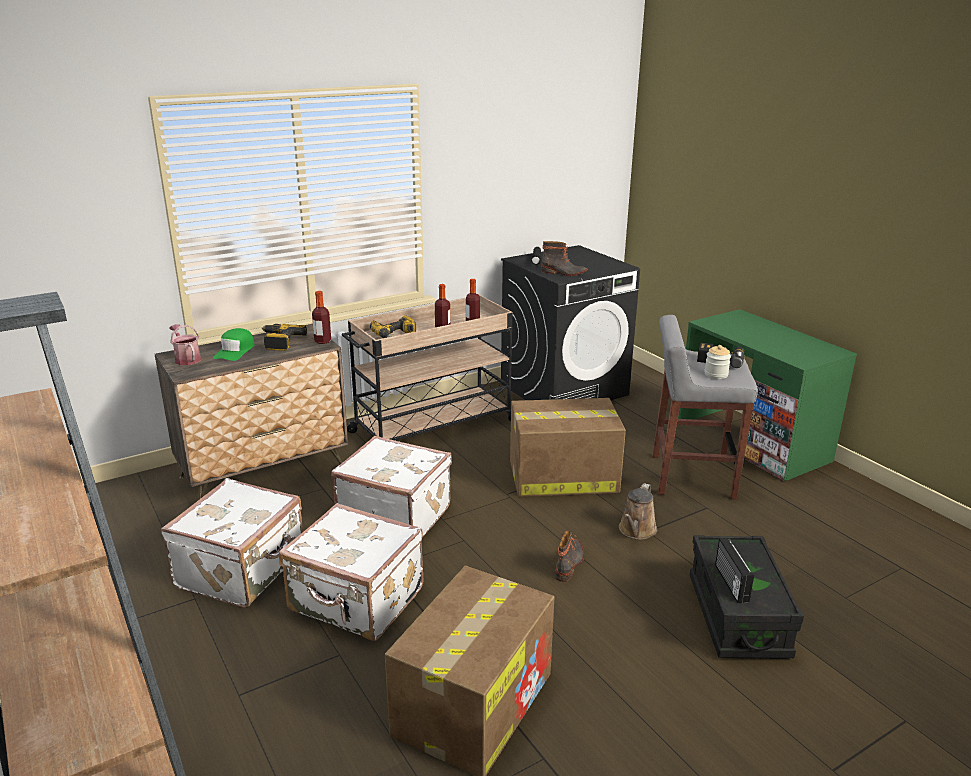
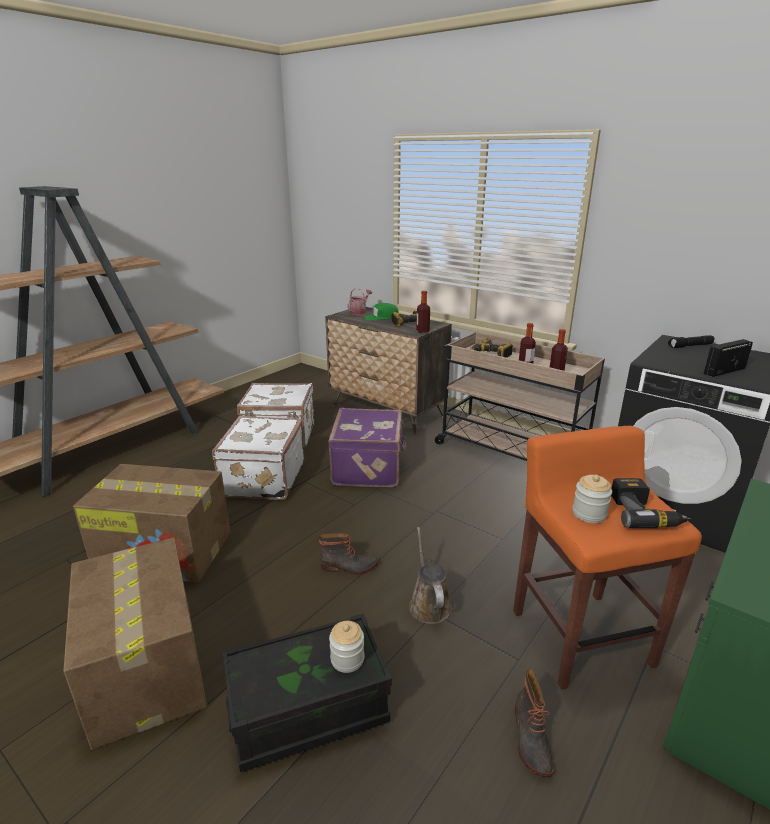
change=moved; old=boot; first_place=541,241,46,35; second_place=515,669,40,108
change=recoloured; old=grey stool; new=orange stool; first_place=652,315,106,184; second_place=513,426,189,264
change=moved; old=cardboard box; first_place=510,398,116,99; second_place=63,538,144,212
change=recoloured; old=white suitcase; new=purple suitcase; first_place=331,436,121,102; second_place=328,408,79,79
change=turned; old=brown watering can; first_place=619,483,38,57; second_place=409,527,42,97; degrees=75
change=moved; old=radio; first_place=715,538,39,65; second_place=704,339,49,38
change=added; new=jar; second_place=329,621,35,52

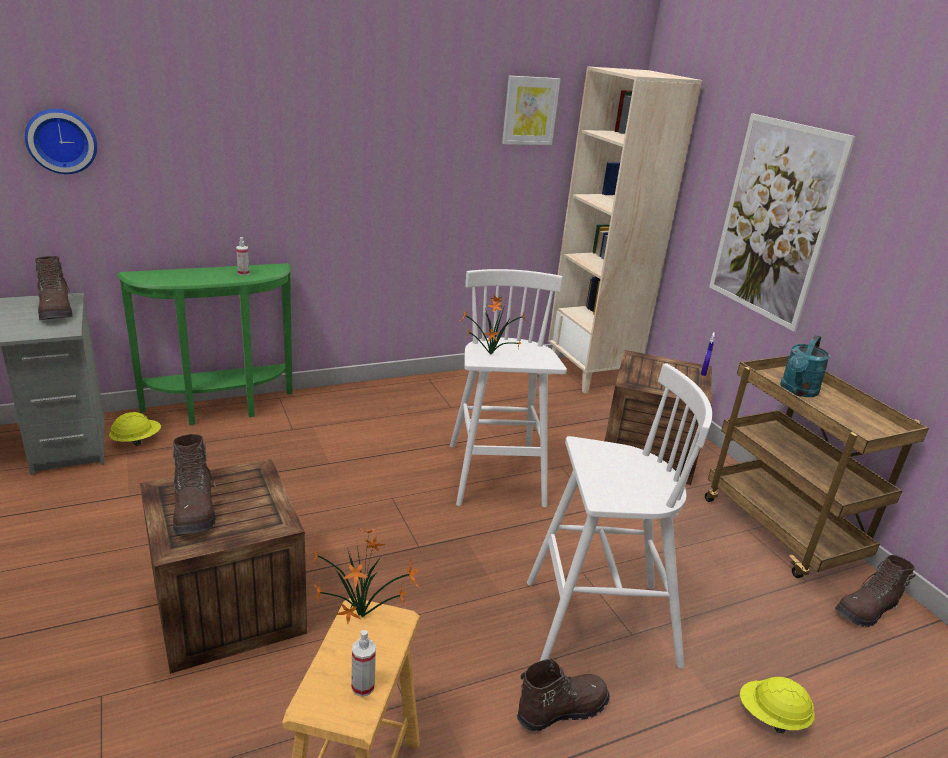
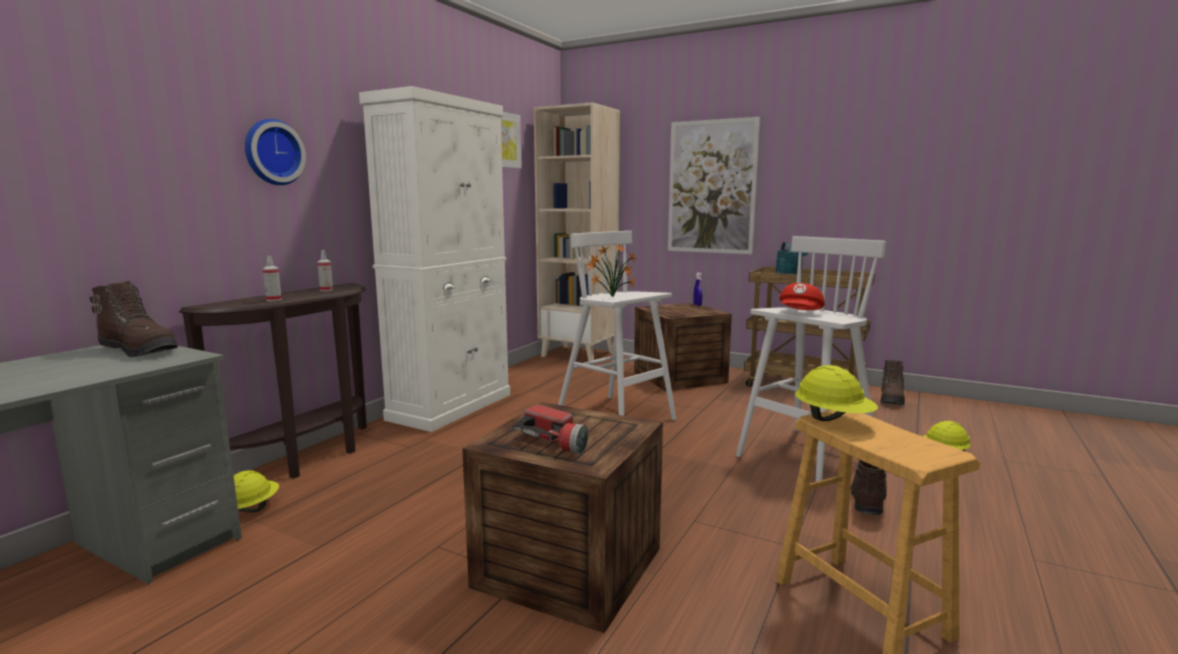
change=moved; old=wall clock; first_place=25,109,72,65; second_place=245,119,61,66
change=recoloured; old=green console table; new=brown console table; first_place=116,263,177,162; second_place=179,283,188,196
change=replaced; old=brown boot; new=flashlight; first_place=173,434,43,101; second_place=513,405,75,49
change=replaced; old=potted plant; new=yellow hard hat; first_place=310,528,110,97; second_place=795,365,83,56
change=moved; old=spray bottle; first_place=351,630,25,67; second_place=263,256,19,45
change=added; new=white cabinet; second_place=359,86,151,346
change=added; new=red cap; second_place=779,283,46,27

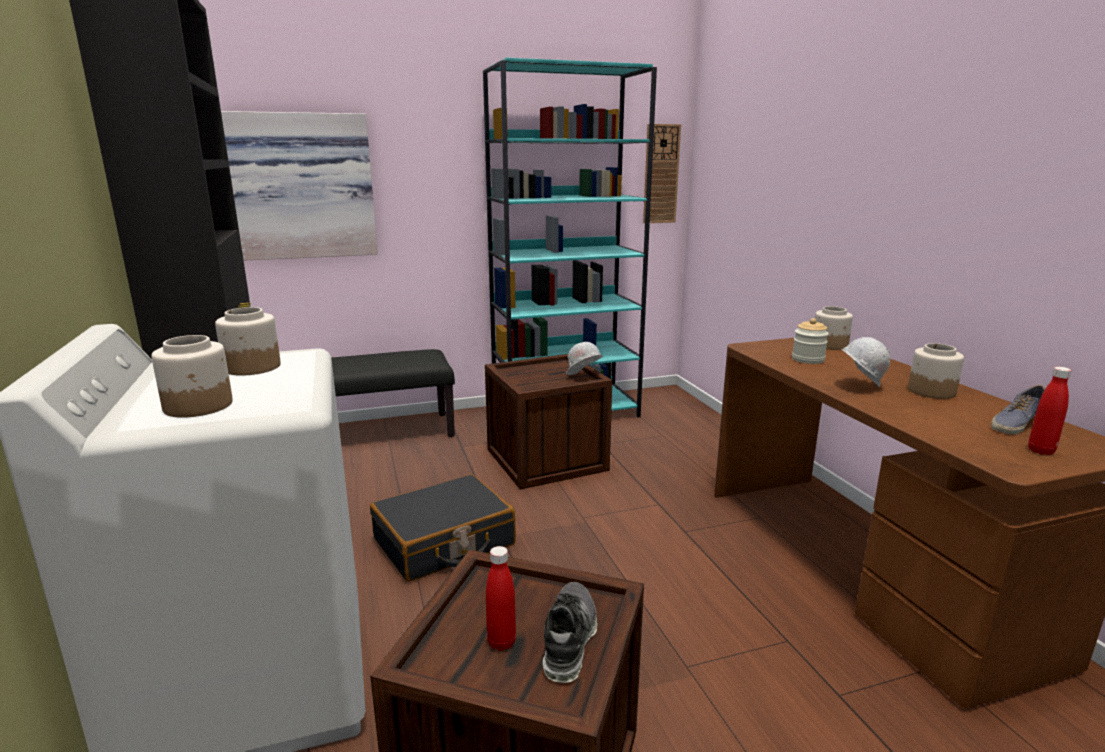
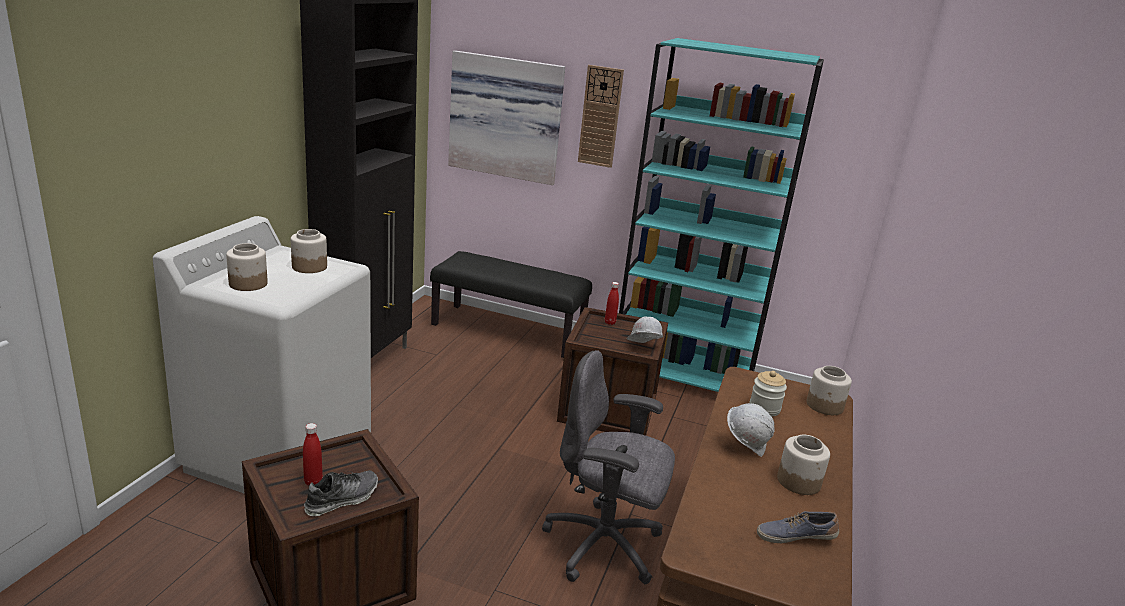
change=moved; old=wall clock; first_place=643,124,38,99; second_place=578,65,46,103
change=moved; old=red bottle; first_place=1028,367,44,88; second_place=605,282,14,43
change=removed; old=black suitcase; first_place=370,474,146,108
change=added; new=grey office chair; second_place=542,350,133,234

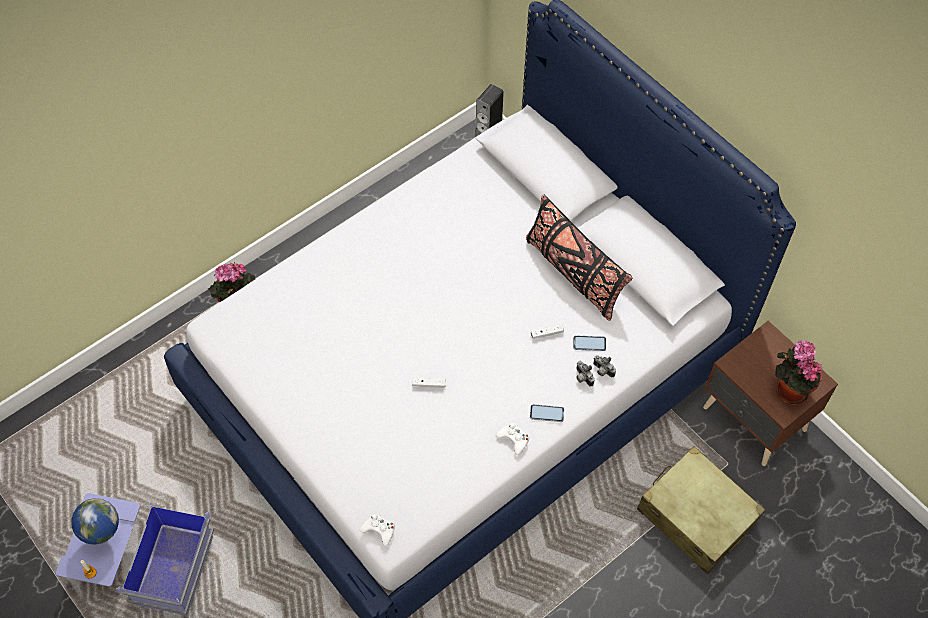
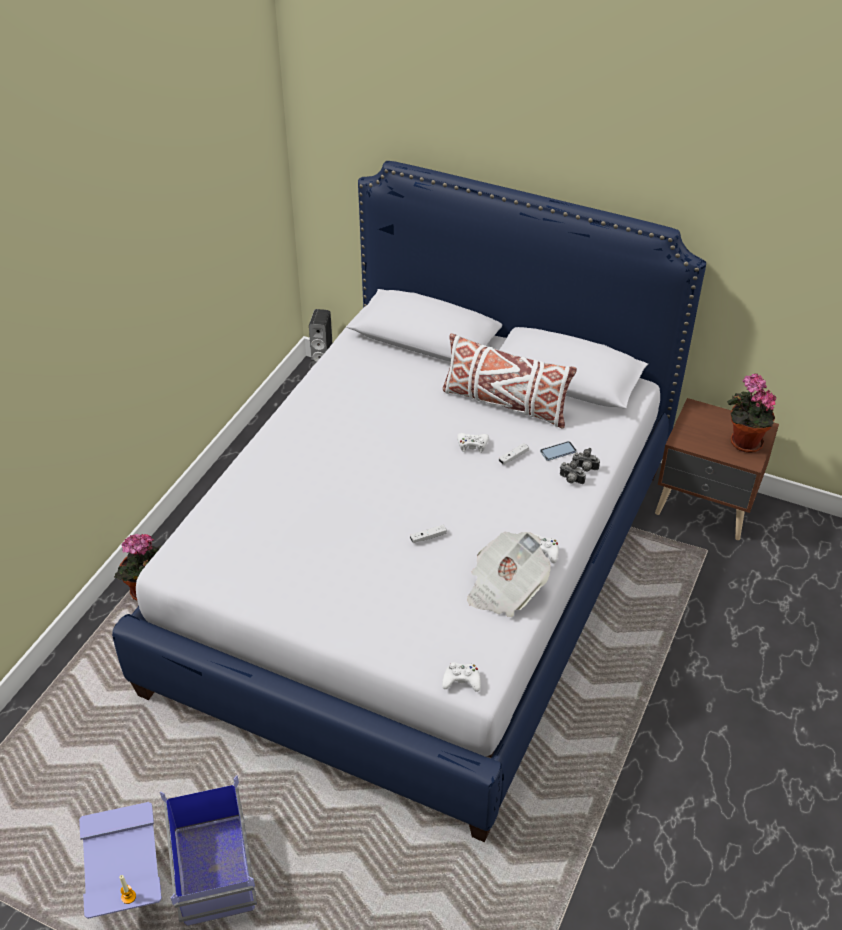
change=recoloured; old=black pillow; new=white pillow; first_place=526,194,106,127; second_place=443,333,134,96
change=removed; old=phone; first_place=530,404,34,18
change=removed; old=beige suitcase; first_place=637,446,128,128
change=removed; old=globe; first_place=71,498,48,47
change=added; new=white game controller; second_place=457,433,32,20
change=added; new=newspaper; second_place=467,531,84,86

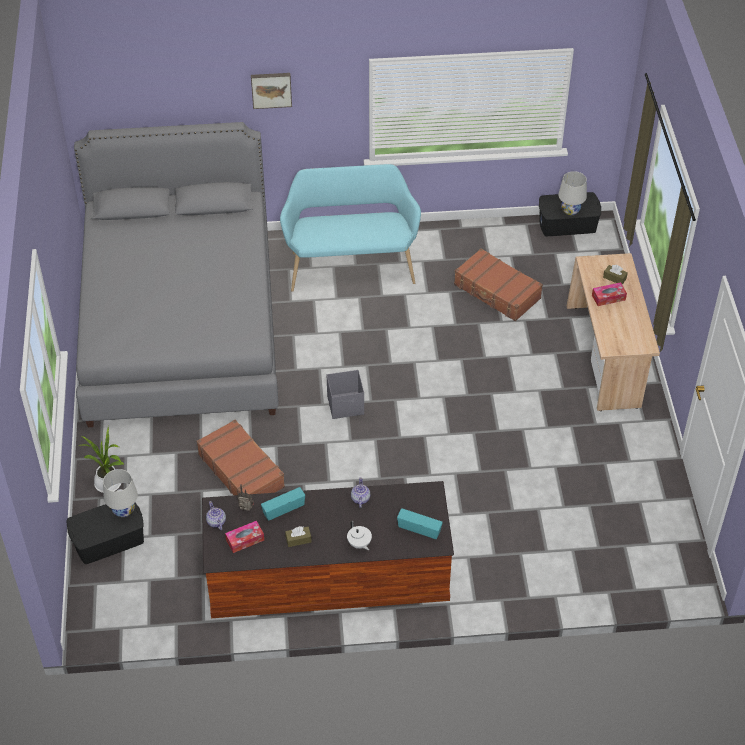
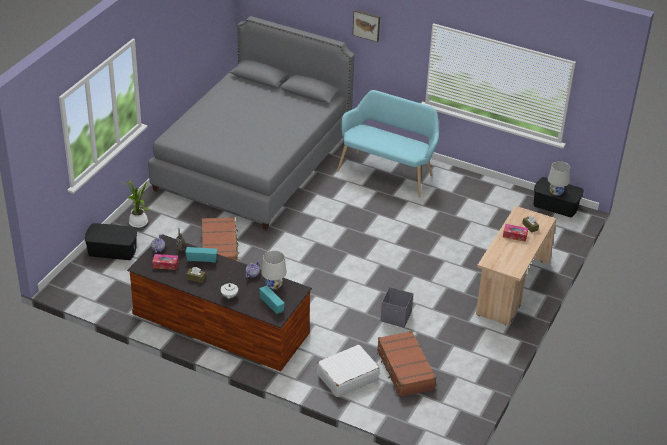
change=moved; old=brown suitcase; first_place=454,248,89,73; second_place=377,331,59,66
change=moved; old=grey storage box; first_place=327,370,37,49; second_place=380,287,33,41
change=moved; old=white table lamp; first_place=103,469,35,48; second_place=261,250,26,40
change=added; new=white suitcase; second_place=317,345,63,52

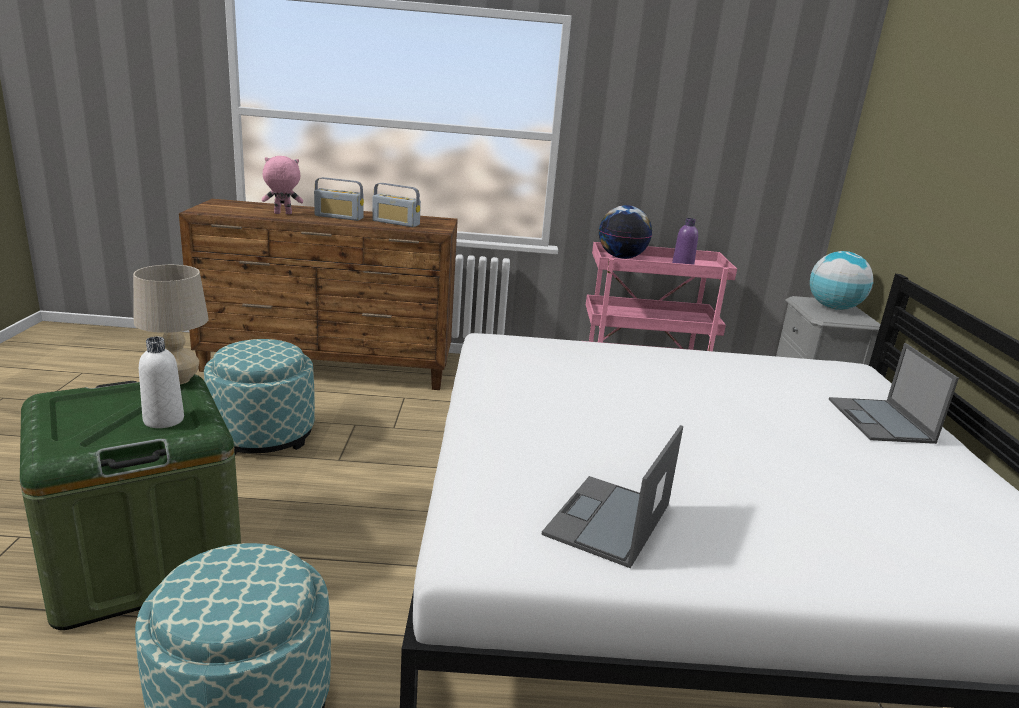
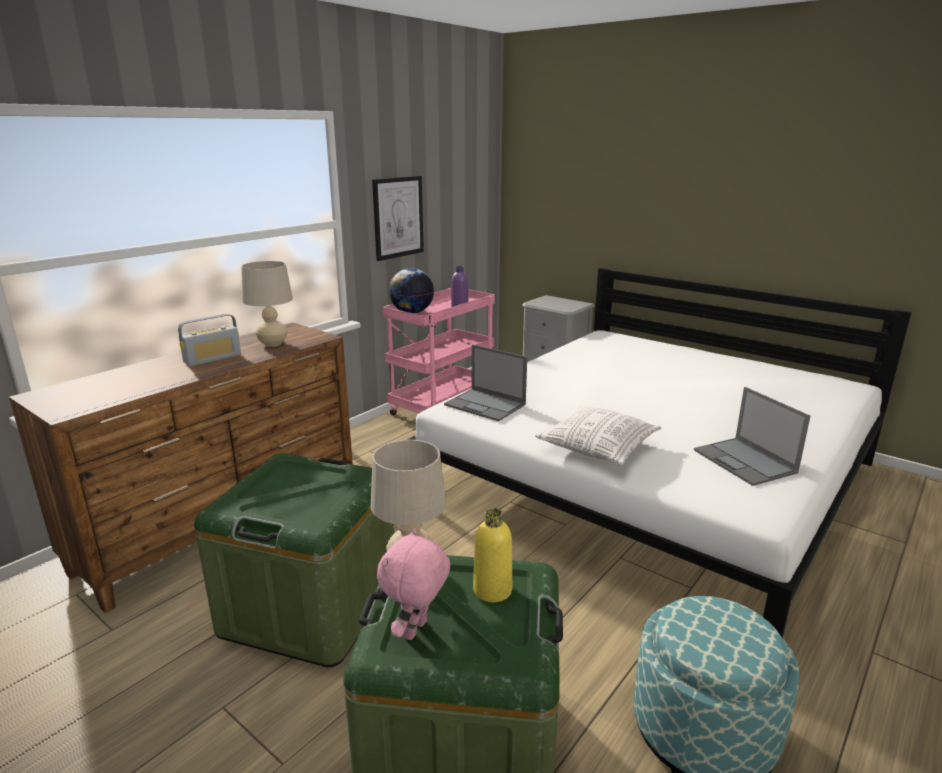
change=moved; old=pink plush toy; first_place=262,156,41,58; second_place=377,528,73,112
change=replaced; old=radio; new=beige table lamp; first_place=372,183,49,44; second_place=241,261,52,86
change=removed; old=globe; first_place=810,251,63,59
change=recoloured; old=white bottle; new=yellow bottle; first_place=139,337,45,91; second_place=473,508,39,94
change=replaced; old=ottoman; new=green storage box; first_place=204,339,111,116; second_place=194,453,199,214
change=moved; old=laptop; first_place=829,343,130,101; second_place=444,344,83,77
change=added; new=picture; second_place=372,176,52,85
change=added; new=pillow; second_place=535,405,126,60

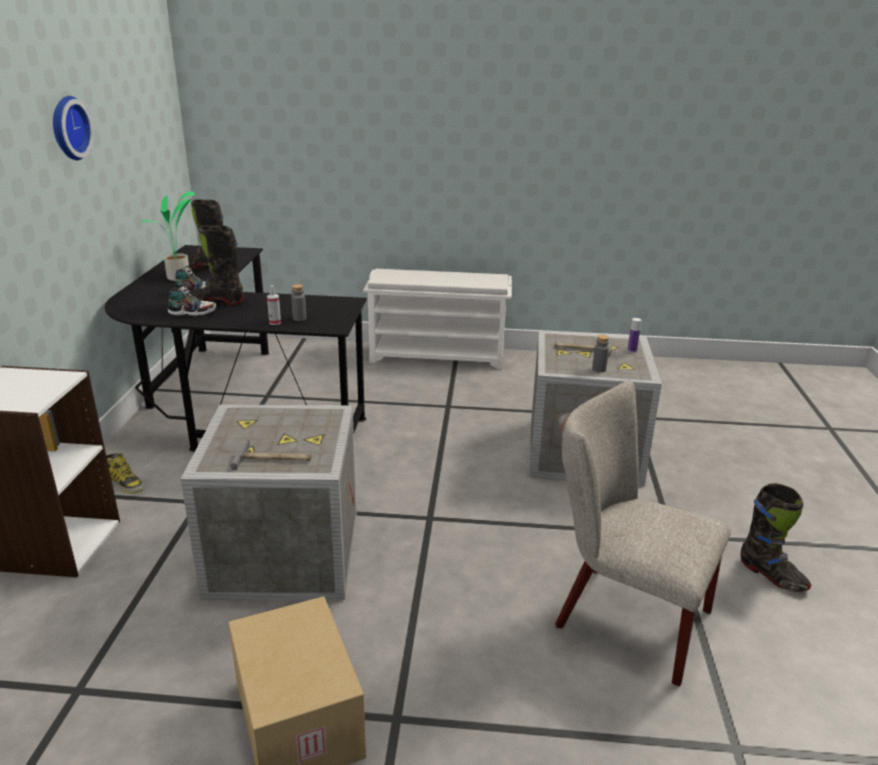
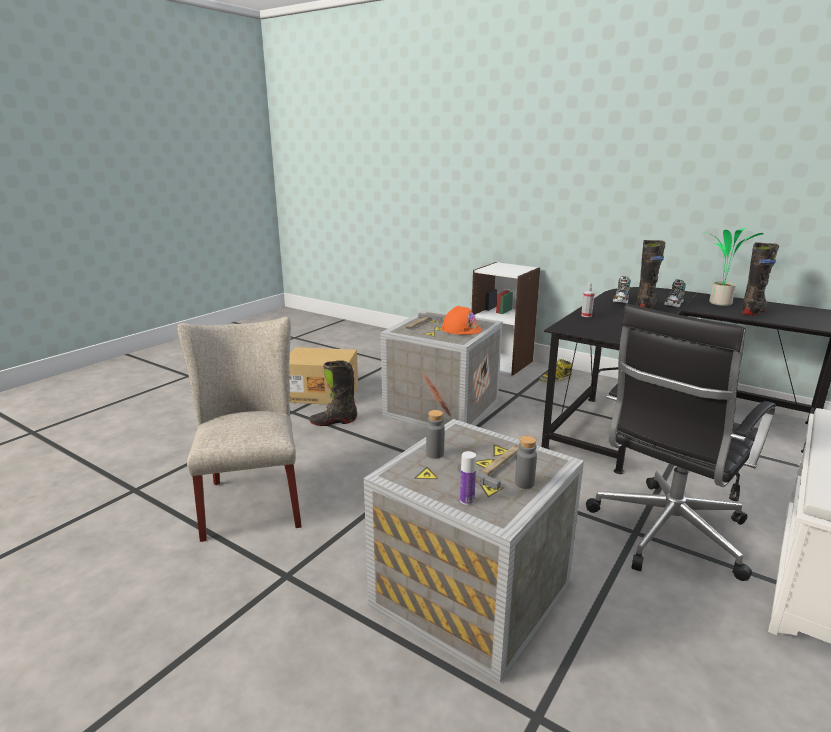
change=removed; old=wall clock; first_place=53,96,41,64
change=moved; old=grey bottle; first_place=291,284,15,37; second_place=515,436,22,53
change=turned; old=beige chair; first_place=555,381,176,306; second_place=178,317,124,225; degrees=-75
change=moved; old=black boot; first_place=741,483,70,109; second_place=309,360,48,66
change=added; new=black office chair; second_place=586,304,190,277
change=added; new=orange hard hat; second_place=441,306,41,29

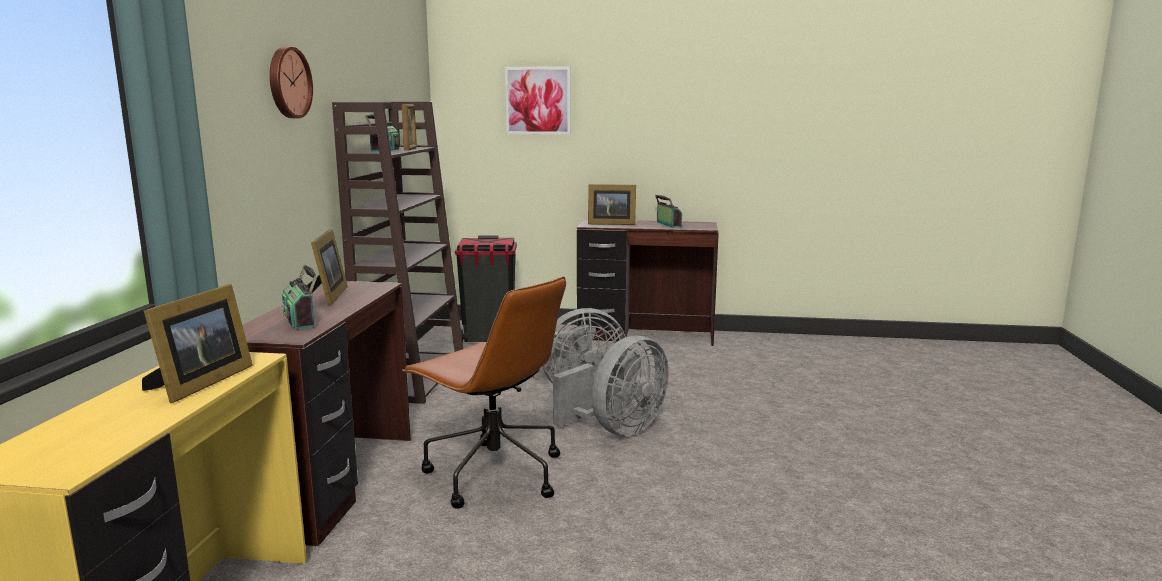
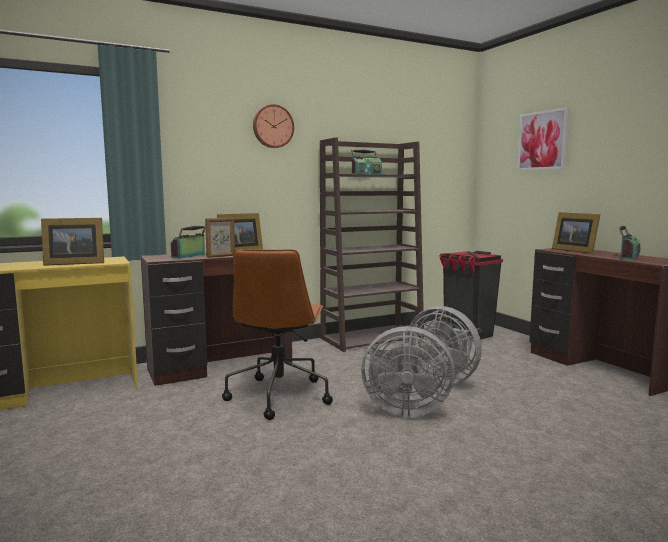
change=moved; old=picture frame; first_place=402,104,15,47; second_place=205,218,30,40

